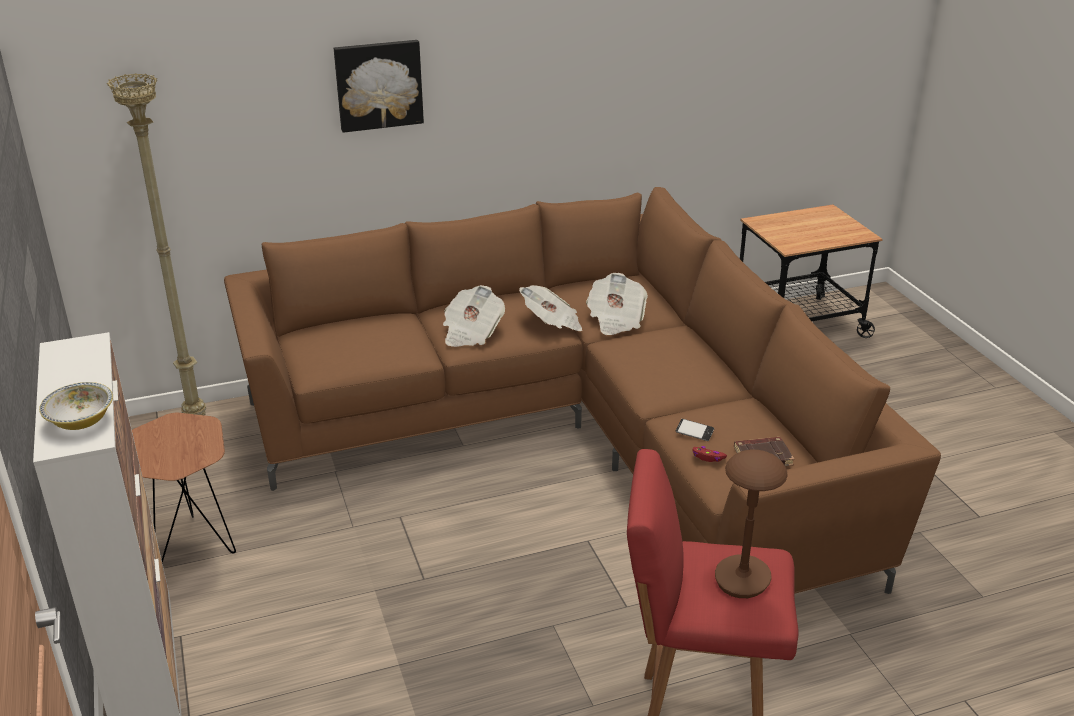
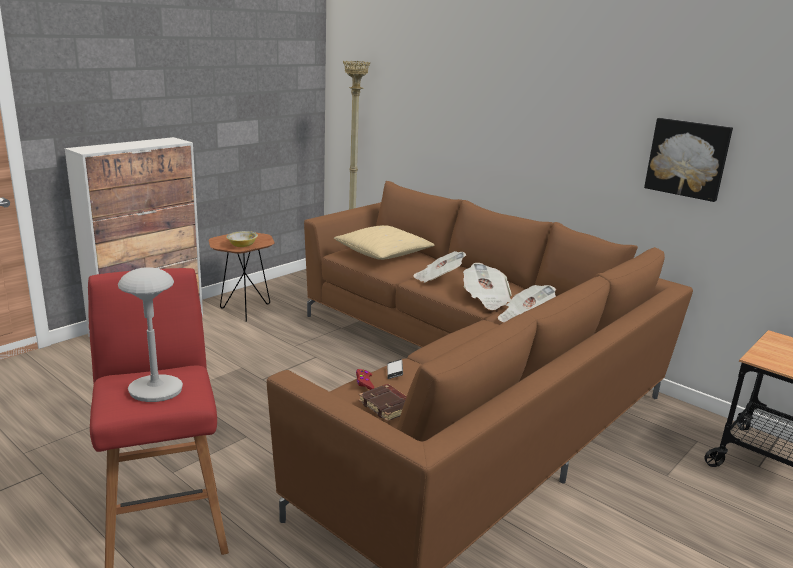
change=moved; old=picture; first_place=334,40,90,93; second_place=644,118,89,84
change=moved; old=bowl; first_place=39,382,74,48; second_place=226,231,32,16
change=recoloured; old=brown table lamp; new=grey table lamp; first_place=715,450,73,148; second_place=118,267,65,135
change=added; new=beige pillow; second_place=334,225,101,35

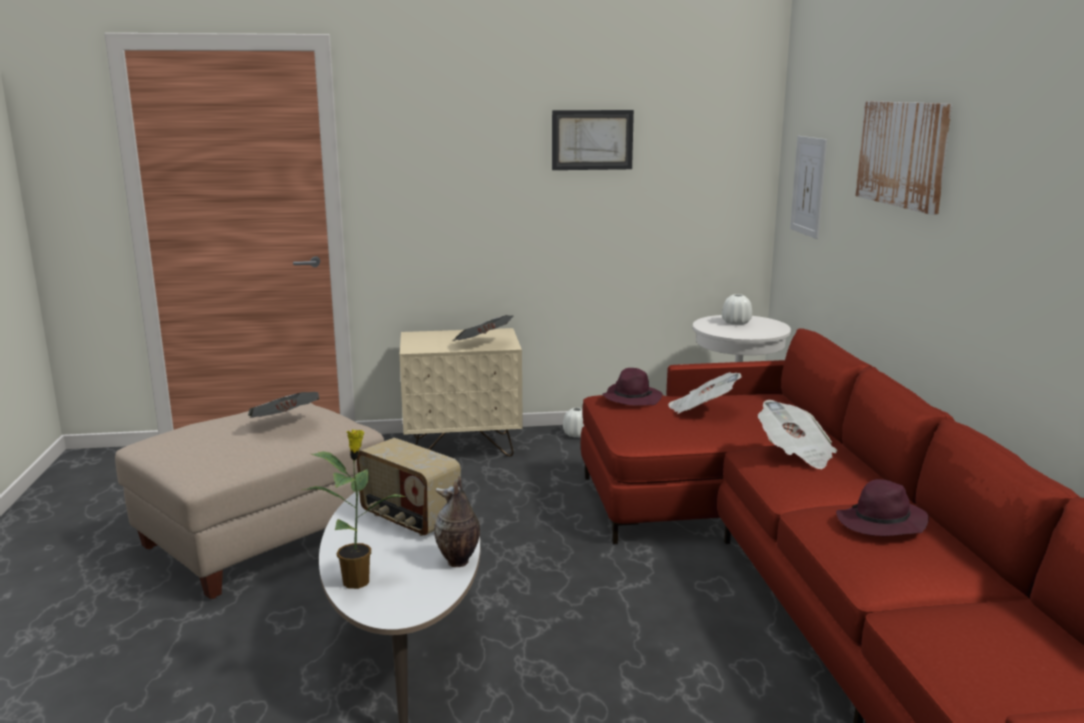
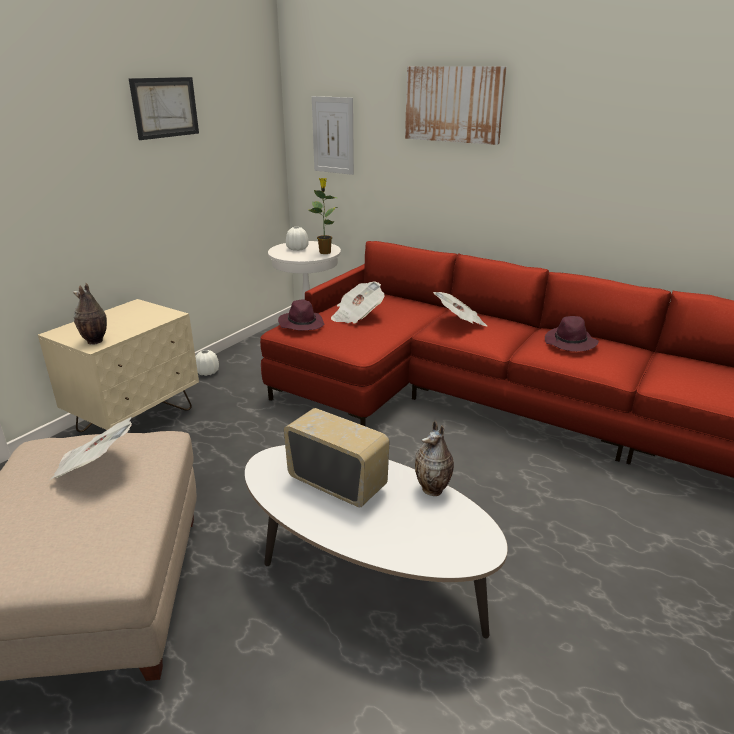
change=removed; old=newspaper; first_place=452,315,62,26
change=moved; old=potted plant; first_place=303,430,105,159; second_place=308,178,30,76
change=turned; old=radio; first_place=357,438,104,98; second_place=284,408,105,99; degrees=-135
change=added; new=vase; second_place=73,283,34,61

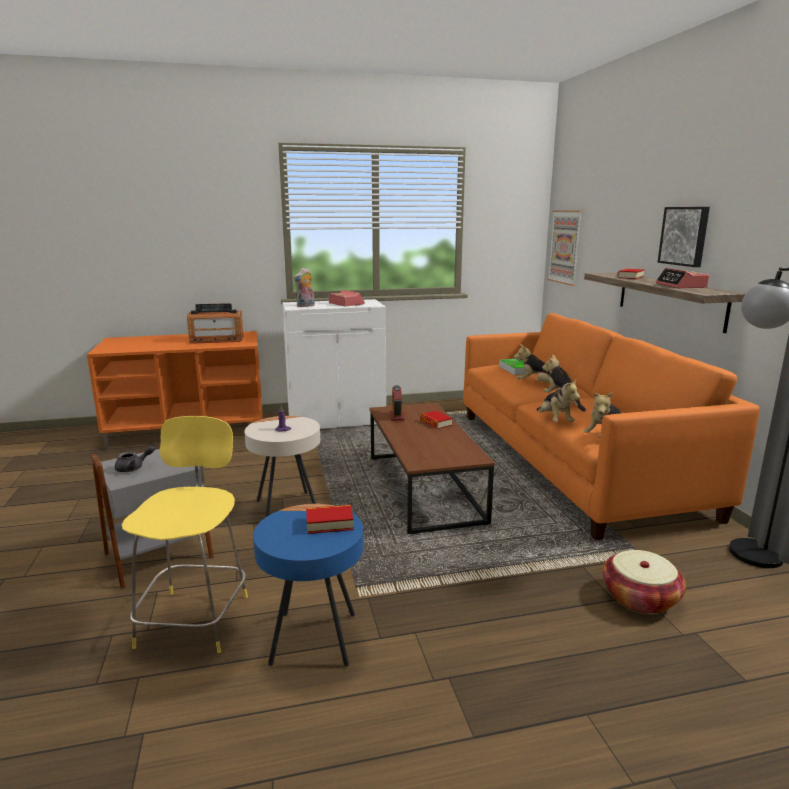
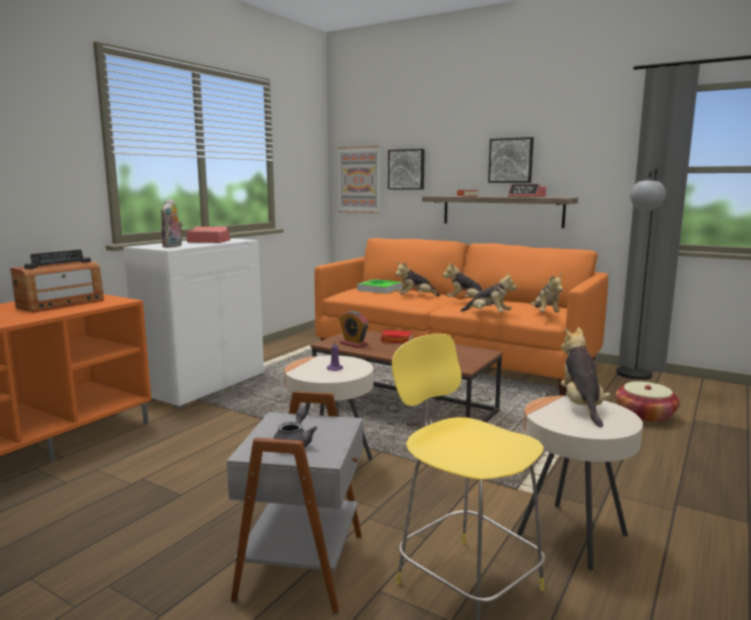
change=recoloured; old=blue side table; new=beige side table; first_place=253,504,111,163; second_place=517,396,126,174
change=replaced; old=book; new=plush toy; first_place=306,505,48,29; second_place=561,327,49,100
change=added; new=picture; second_place=388,149,37,41

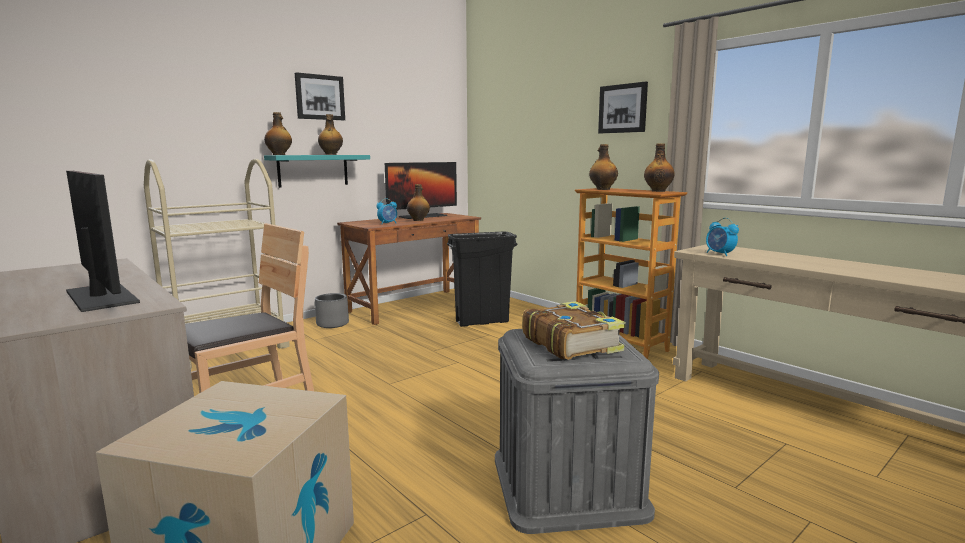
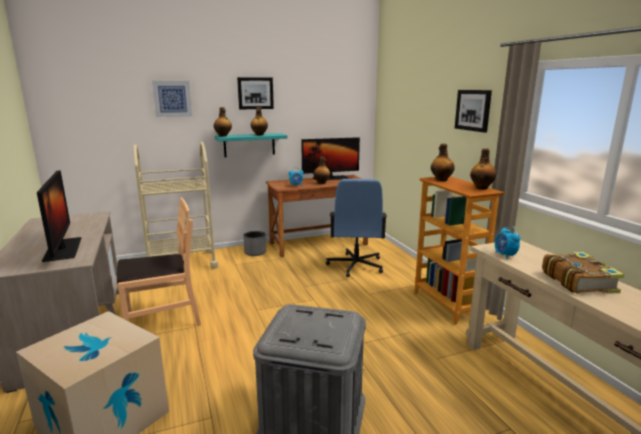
change=replaced; old=black trash can; new=blue office chair; first_place=447,231,70,96; second_place=326,179,61,98
change=moved; old=book; first_place=522,301,104,59; second_place=542,252,83,42
change=added; new=picture; second_place=152,81,40,36

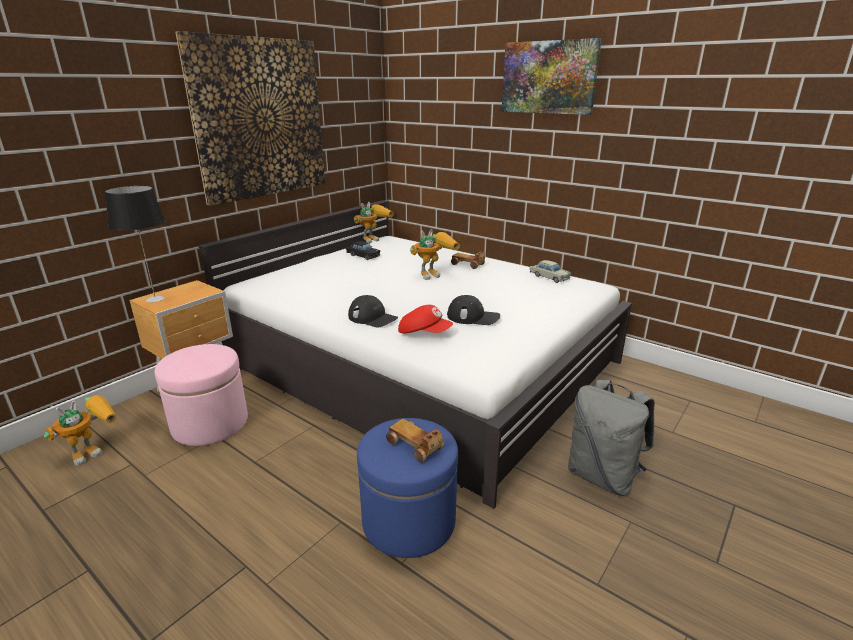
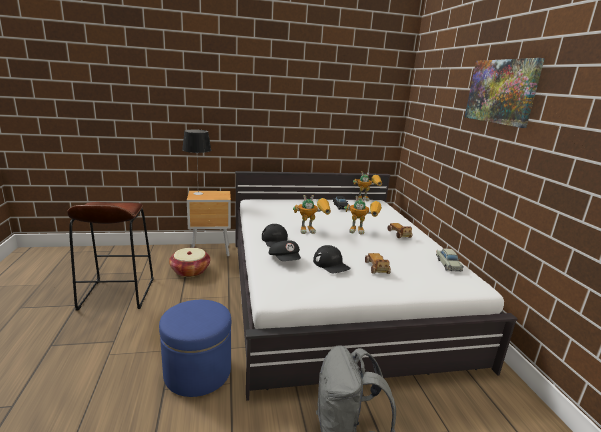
change=removed; old=picture; first_place=175,31,150,175
change=recoloured; old=red cap; new=black cap; first_place=398,305,55,28; second_place=269,240,32,21
change=replaced; old=pink ottoman; new=basket; first_place=154,344,94,102; second_place=169,248,41,29
change=moved; old=toy robot; first_place=44,395,73,71; second_place=293,195,38,39
change=moved; old=toy car; first_place=386,419,58,43; second_place=365,253,26,21
change=added; new=brown stool; second_place=67,202,86,108

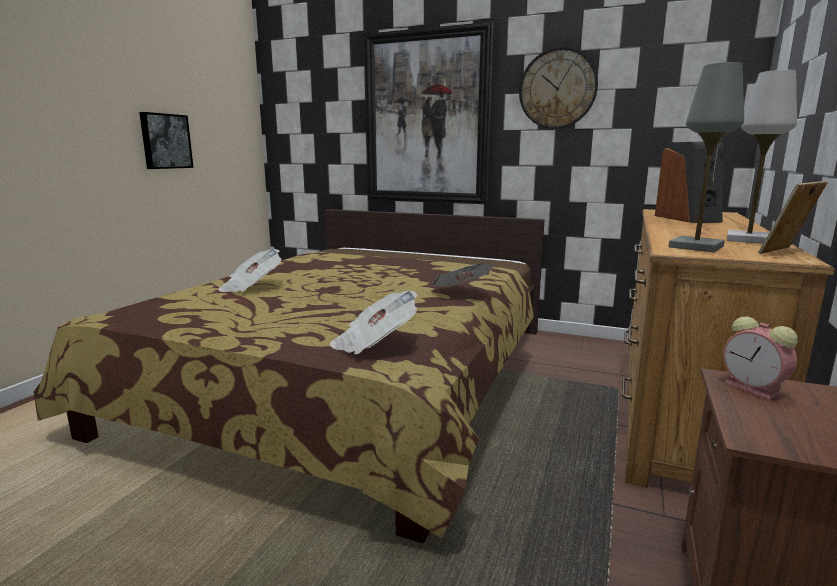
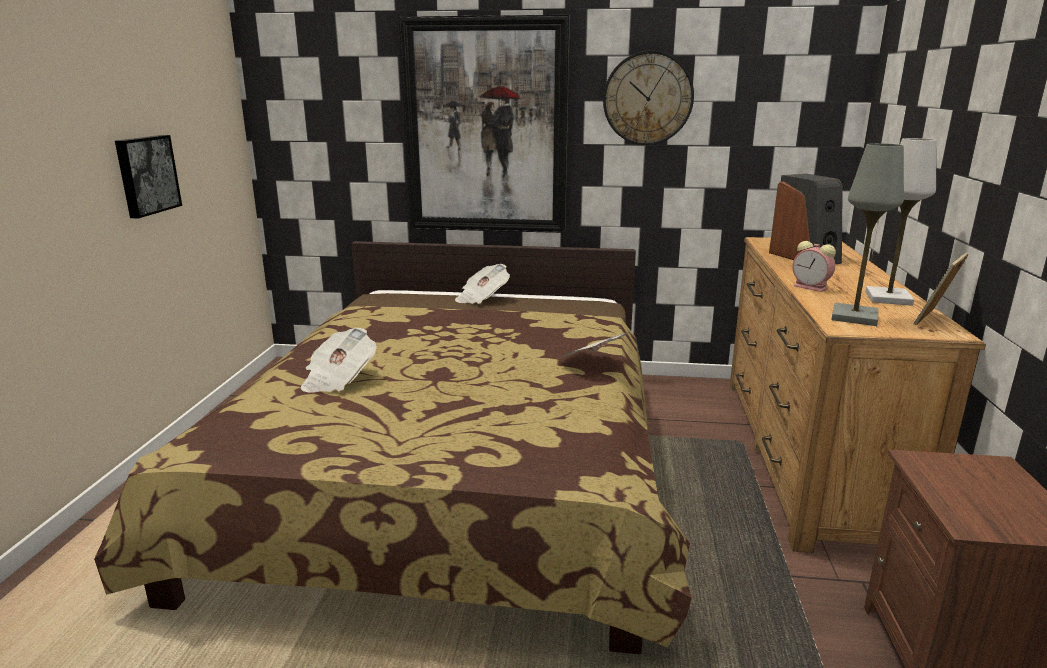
change=moved; old=newspaper; first_place=330,291,88,63; second_place=455,264,55,40
change=moved; old=alarm clock; first_place=723,317,75,83; second_place=792,241,44,51

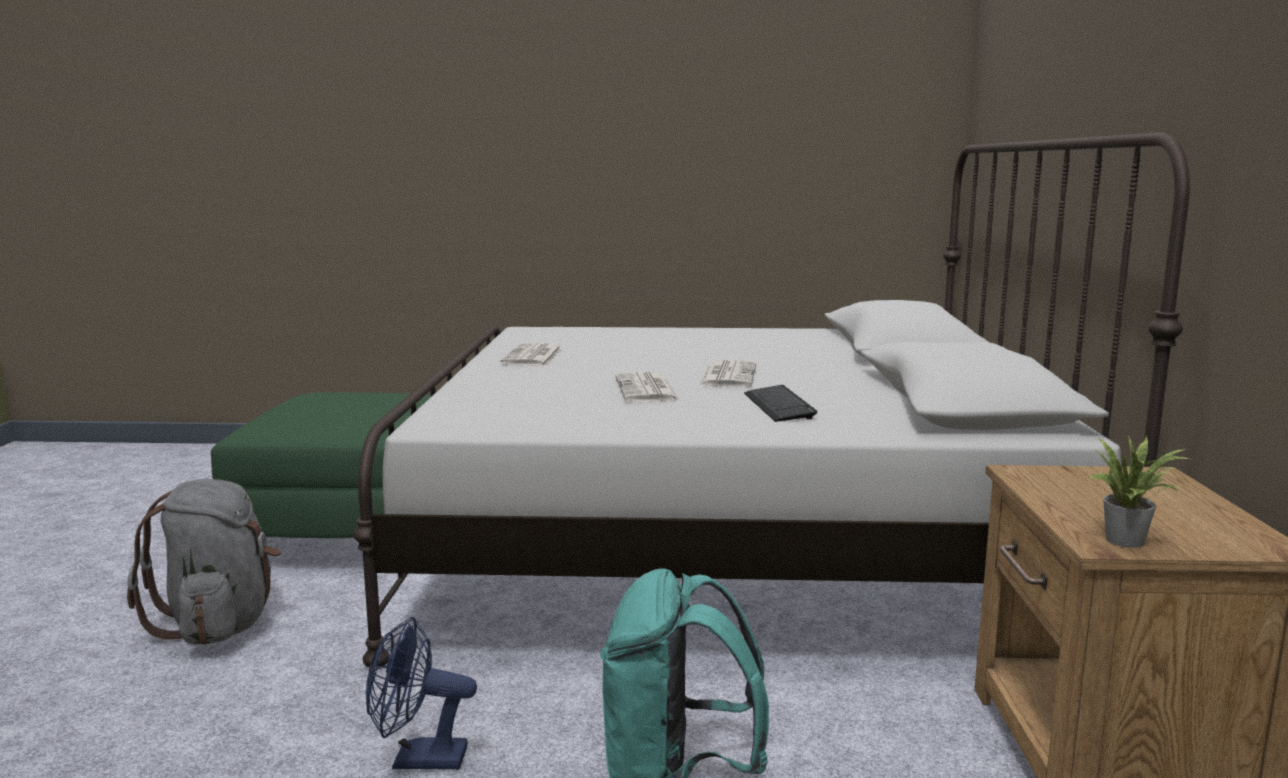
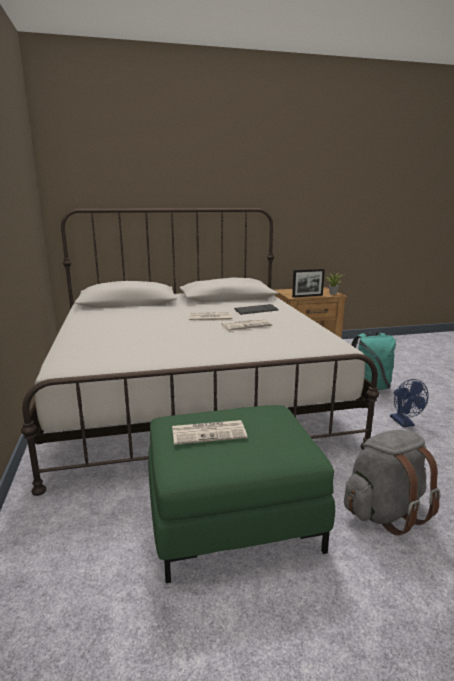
change=moved; old=newspaper; first_place=500,343,63,23; second_place=172,420,75,25
change=added; new=picture frame; second_place=292,269,33,29

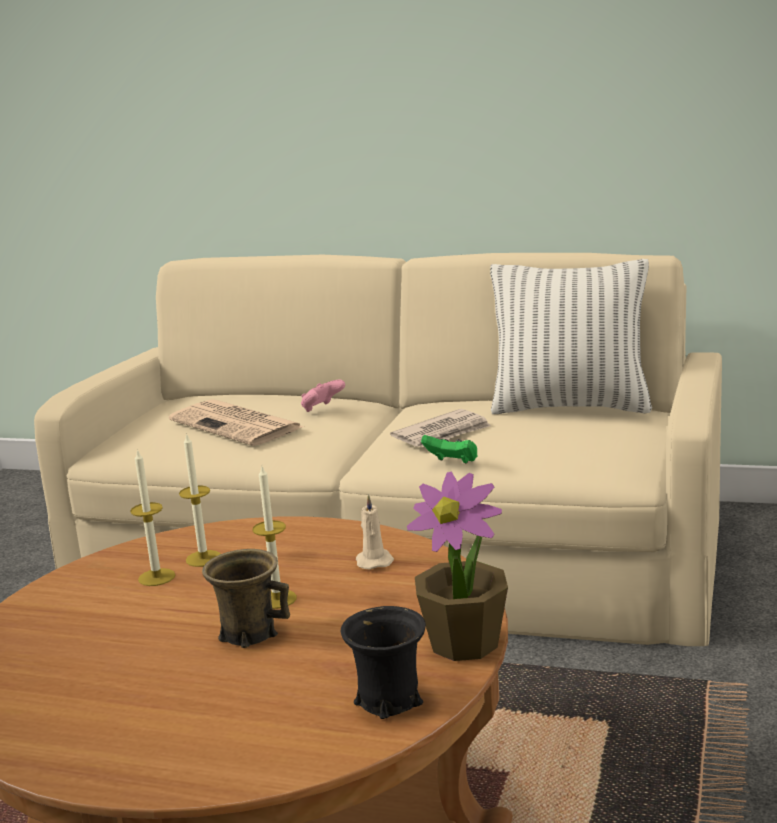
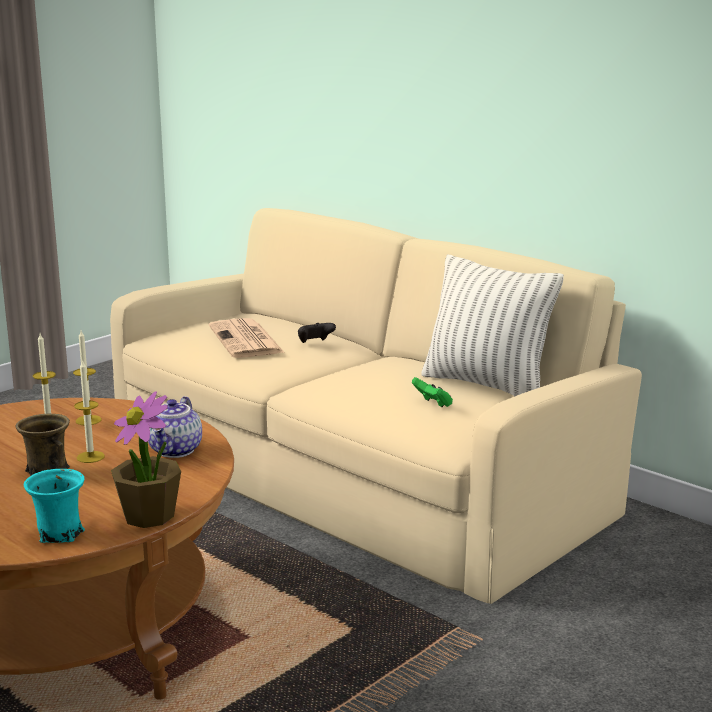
change=recoloured; old=pink game controller; new=black game controller; first_place=301,379,44,33; second_place=298,323,38,20
change=removed; old=newspaper; first_place=390,409,101,38
change=moved; old=green game controller; first_place=421,435,57,29; second_place=412,377,41,30
change=replaced; old=beige candle; new=teapot; first_place=356,494,38,76; second_place=148,396,54,62
change=recoloured; old=black mug; new=turquoise mug; first_place=341,606,85,113; second_place=24,469,61,74

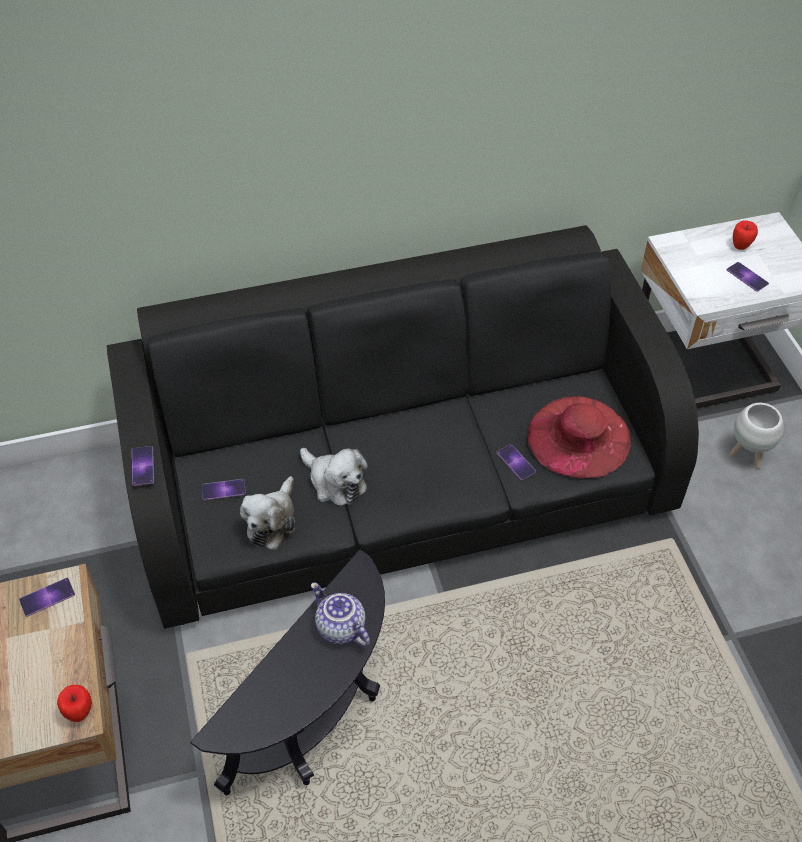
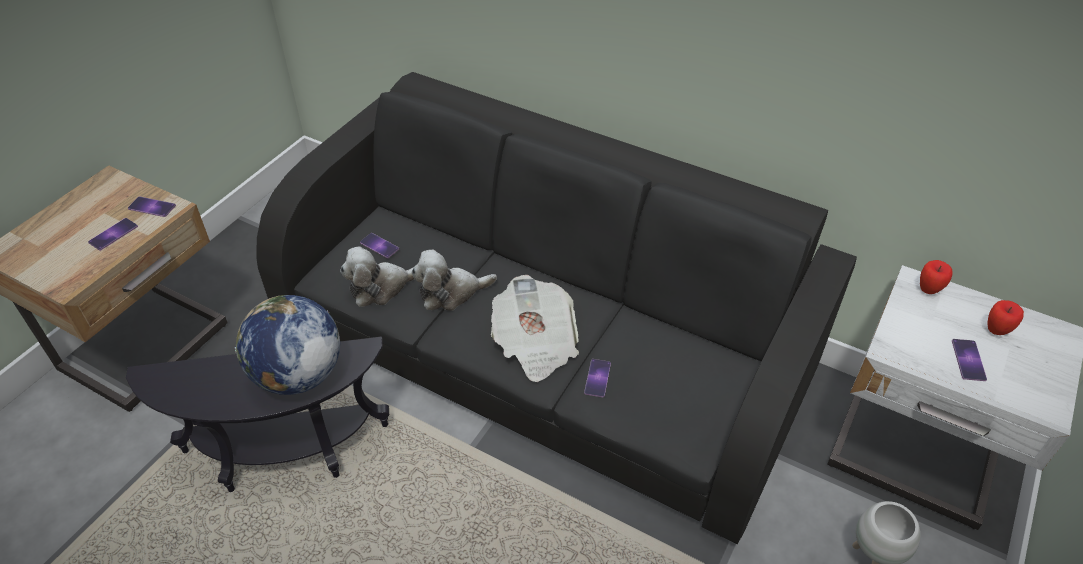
change=removed; old=red hat; first_place=527,396,104,83
change=moved; old=phone; first_place=132,446,22,40; second_place=88,218,50,33
change=turned; old=plush toy; first_place=300,448,68,58; second_place=411,250,86,61; degrees=75
change=replaced; old=teapot; new=globe; first_place=311,582,59,65; second_place=235,295,105,100
change=moved; old=apple; first_place=57,685,35,37; second_place=920,260,32,34
change=added; new=newspaper; second_place=491,275,88,107

